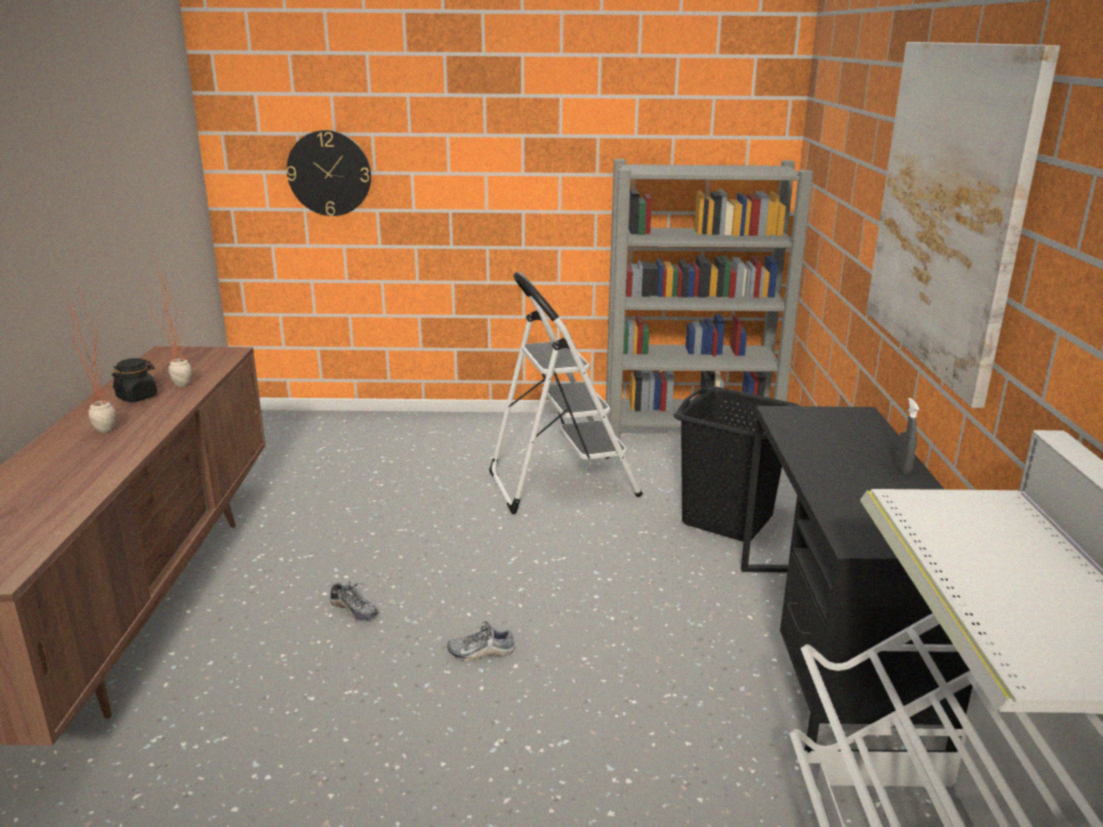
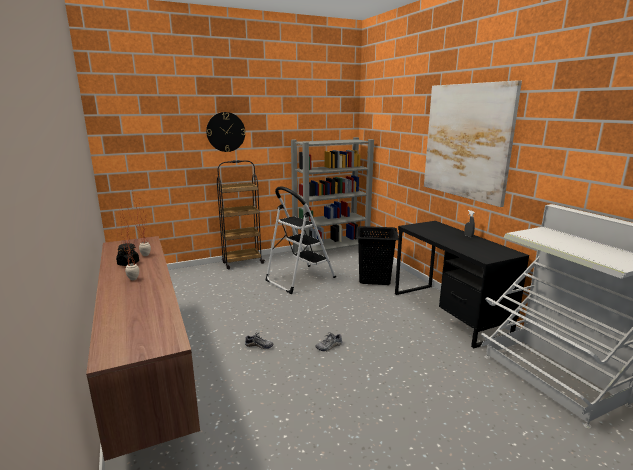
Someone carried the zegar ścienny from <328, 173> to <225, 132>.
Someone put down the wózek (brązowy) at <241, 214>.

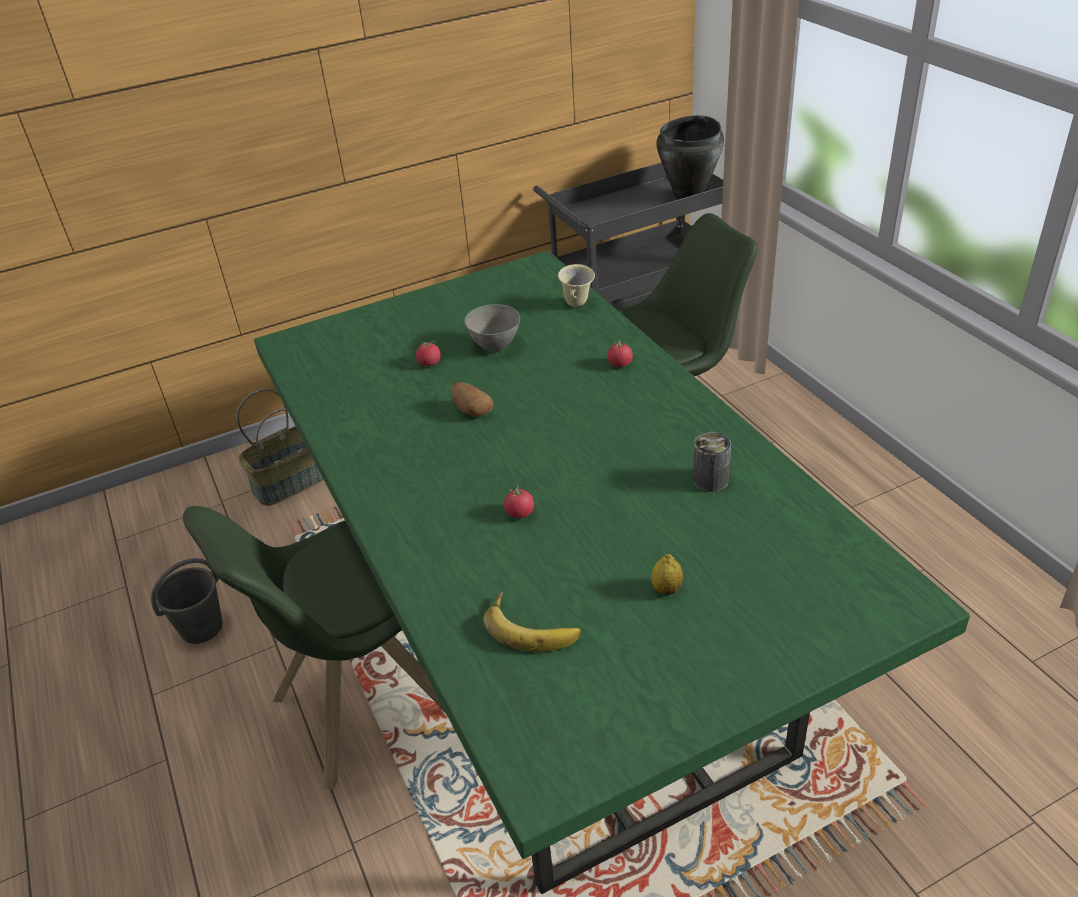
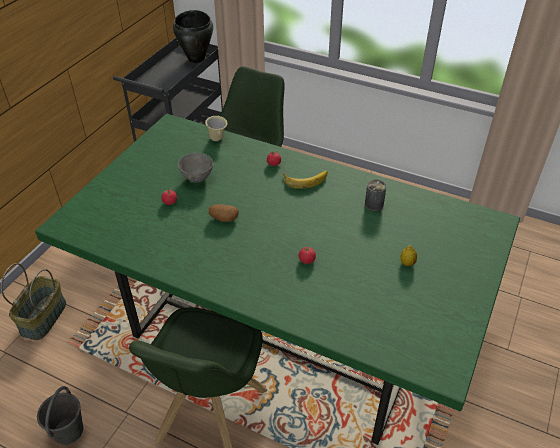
Someone carried the banan from <532, 621> to <305, 180>.

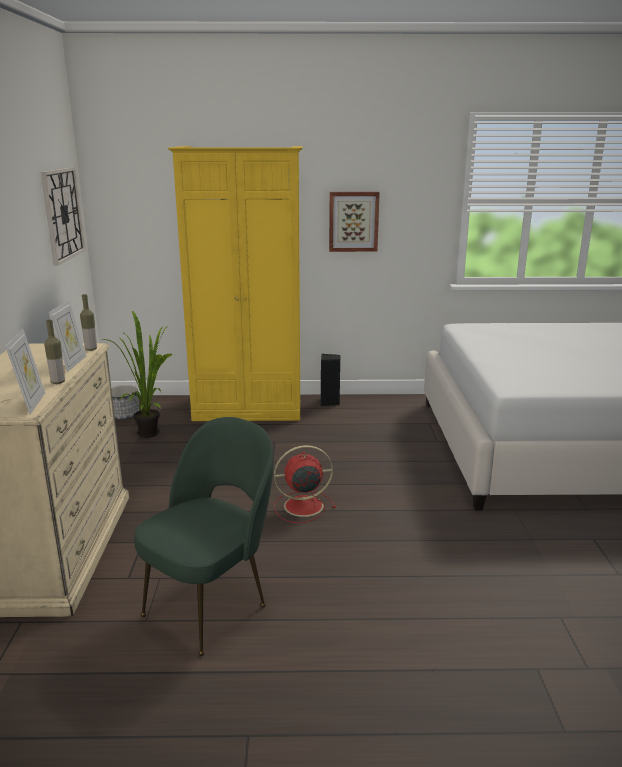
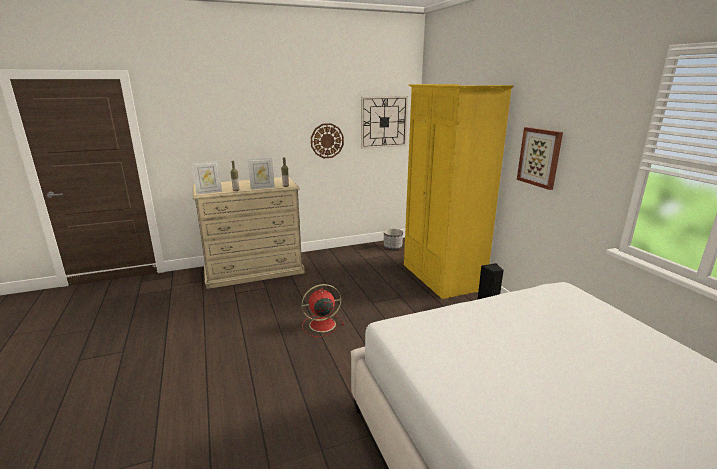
Someone took away the roślina doniczkowa at <137, 374>.
Someone took away the krzesło (zielony) at <203, 536>.
Someone rotated the wentylator (czerwony) at <305, 484> by 75 degrees counterclockwise.
Someone put up the zegar ścienny at <327, 140>.

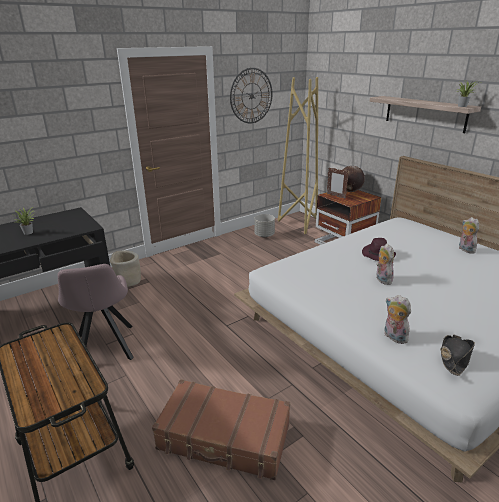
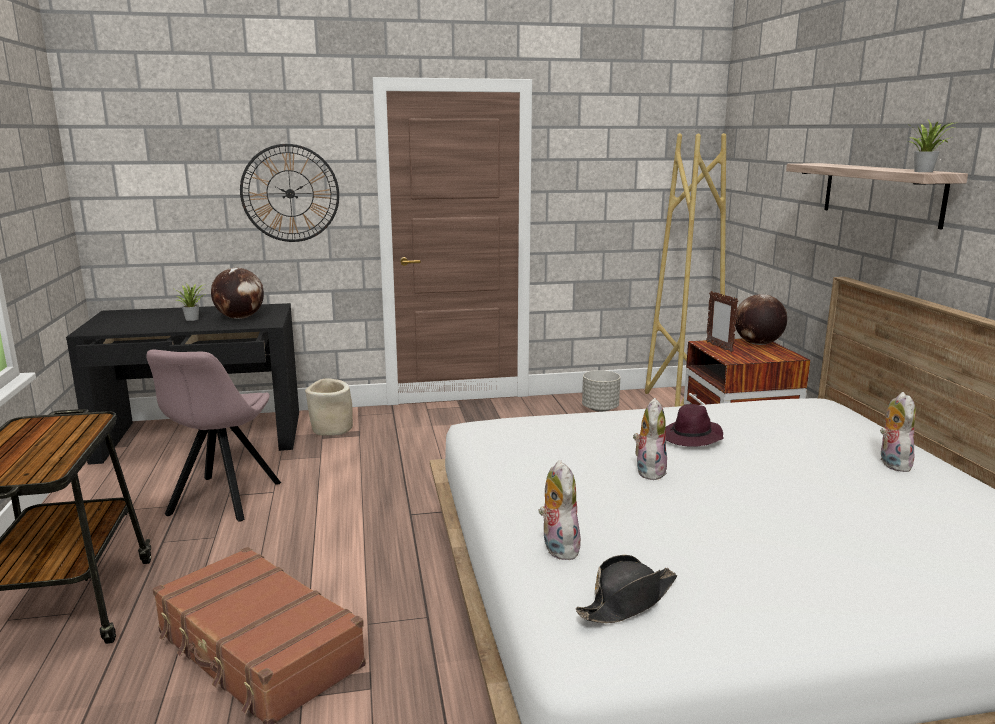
Someone carried the zegar ścienny from <251, 95> to <289, 193>.
Someone put down the globus at <237, 293>.

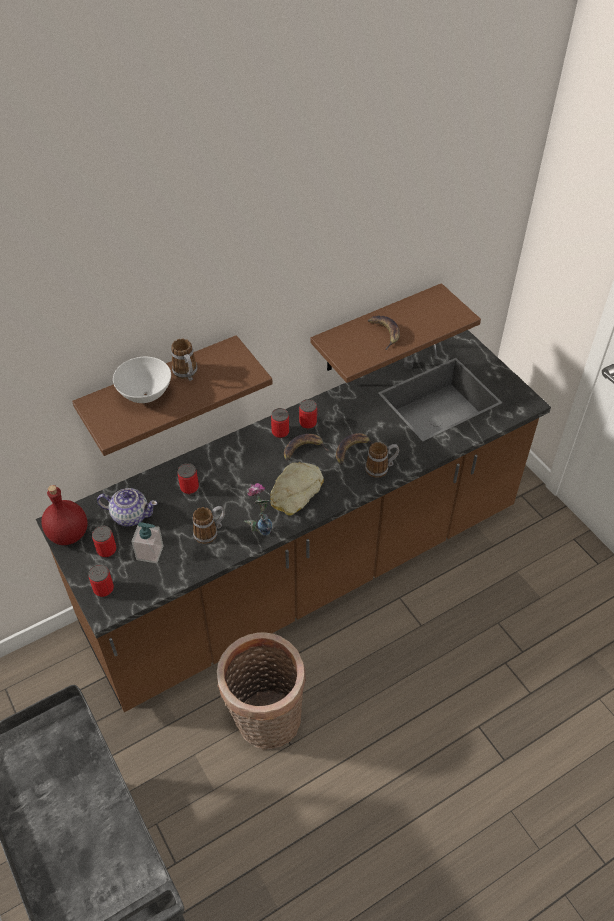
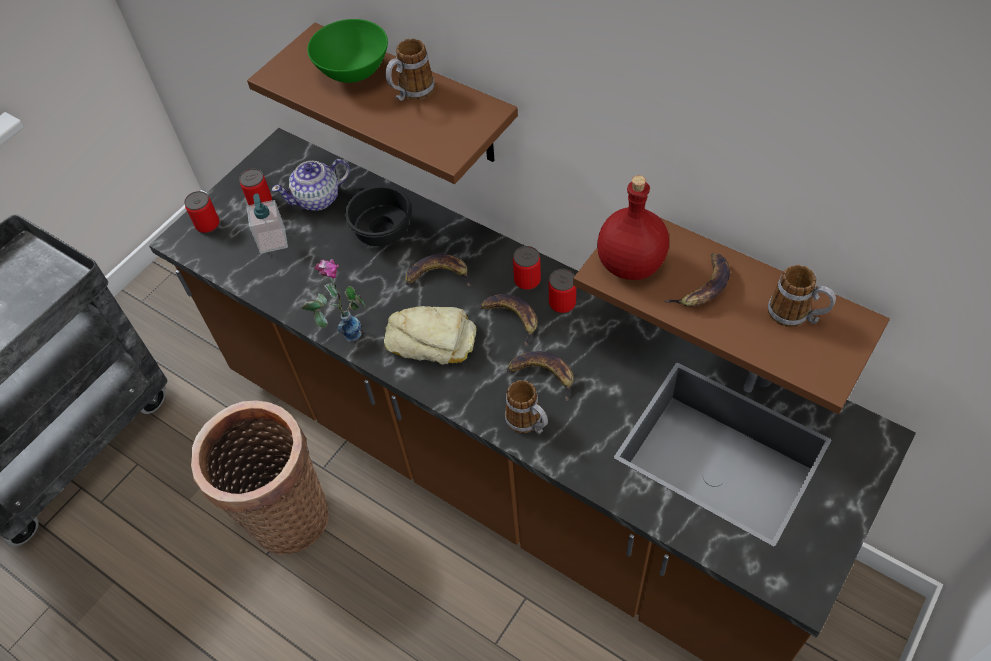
Someone repainted the miska (biały) at <142, 380>, which became the miska (zielony) at <347, 51>.
Someone swapped the puszka at <188, 478> for the miska (czarny) at <378, 216>.
Someone carried the butelka (czerwony) from <64, 515> to <633, 227>.
Someone rotated the imbryk at <127, 507> by 75 degrees clockwise.
Someone carried the kubek from <209, 525> to <802, 296>.
Someone put down the banan at <438, 270>.

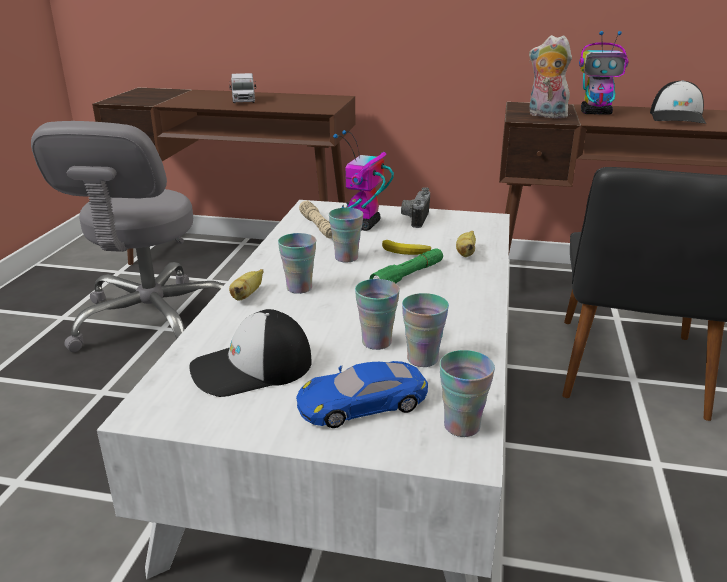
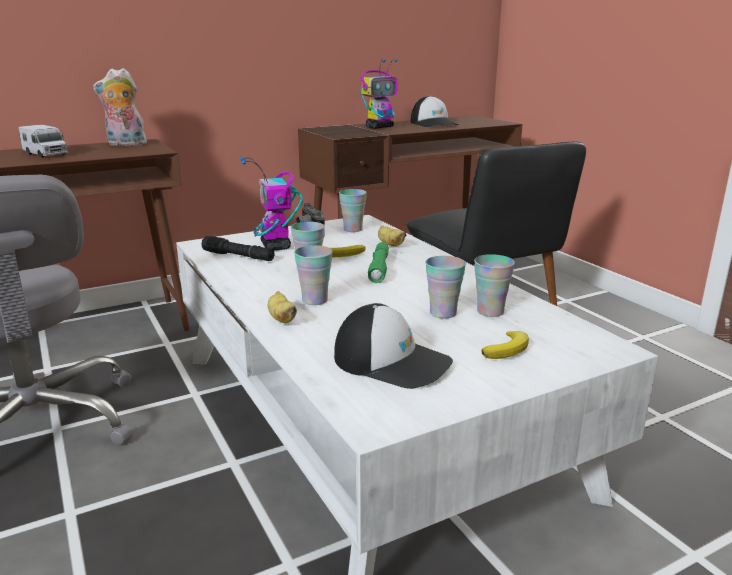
Someone carried the pluszak from <550, 76> to <120, 107>.
Someone repainted the latarka (beżowy) at <315, 219>, which became the latarka (czarny) at <238, 248>.
Someone rotated the czapka z daszkiem at <250, 353> by 90 degrees counterclockwise.
Someone carried the filiżanka from <467, 393> to <353, 210>.
Someone swapped the samochodzik (niebieski) at <362, 394> for the banan at <505, 345>.

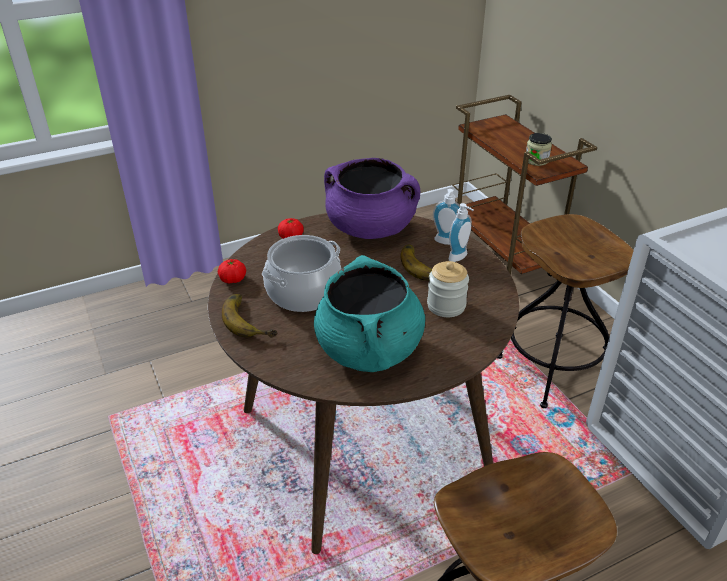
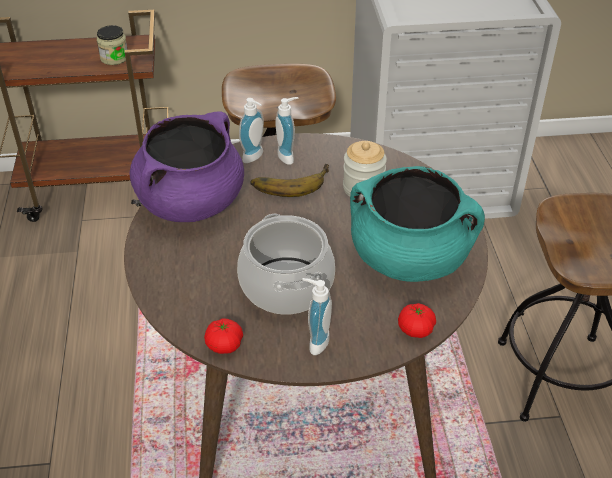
Someone carried the pomidor from <291, 228> to <417, 320>.
Someone swapped the banan at <249, 316> for the dozownik mydła at <317, 316>.

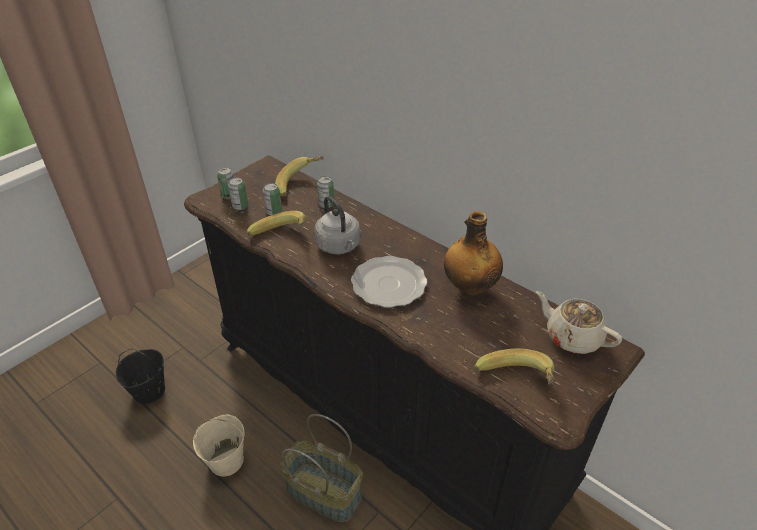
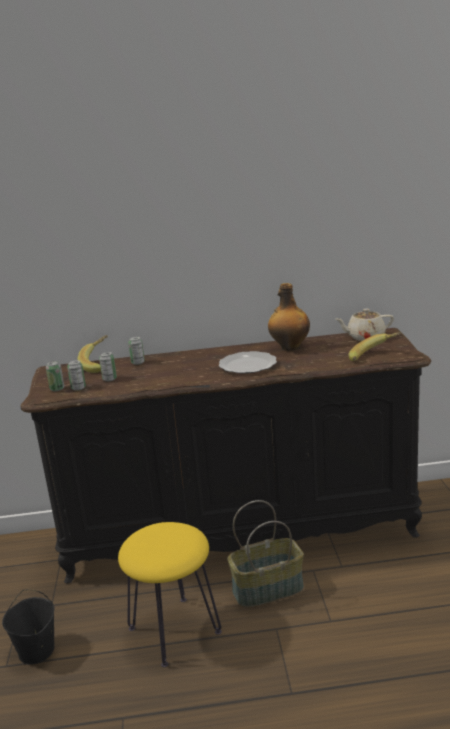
Someone took away the czajnik (szary) at <337, 225>.
Someone took away the banan at <276, 223>.
Someone swapped the wiadro (beżowy) at <218, 445> for the stołek (żółty) at <170, 594>.

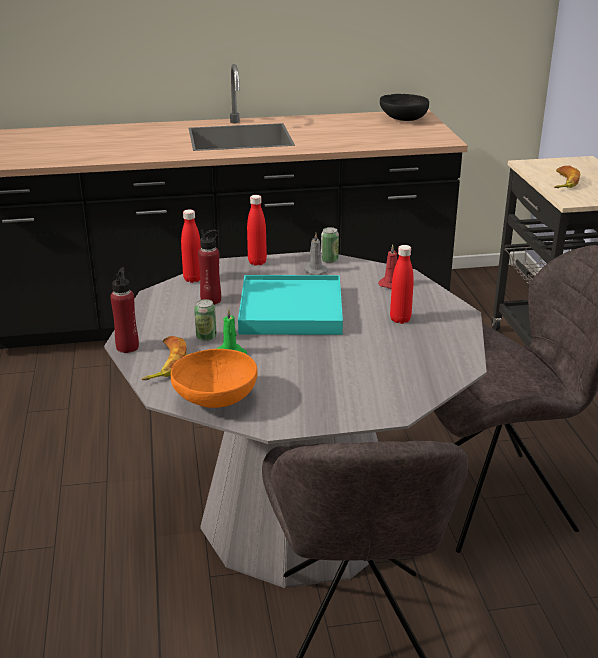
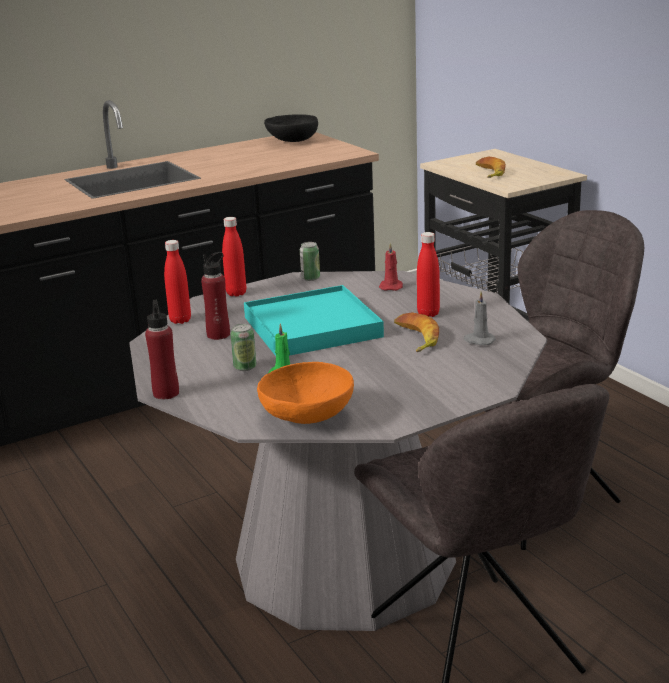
Someone carried the świeca (szary) from <316, 254> to <480, 318>.
Someone carried the banan from <164, 358> to <416, 332>.

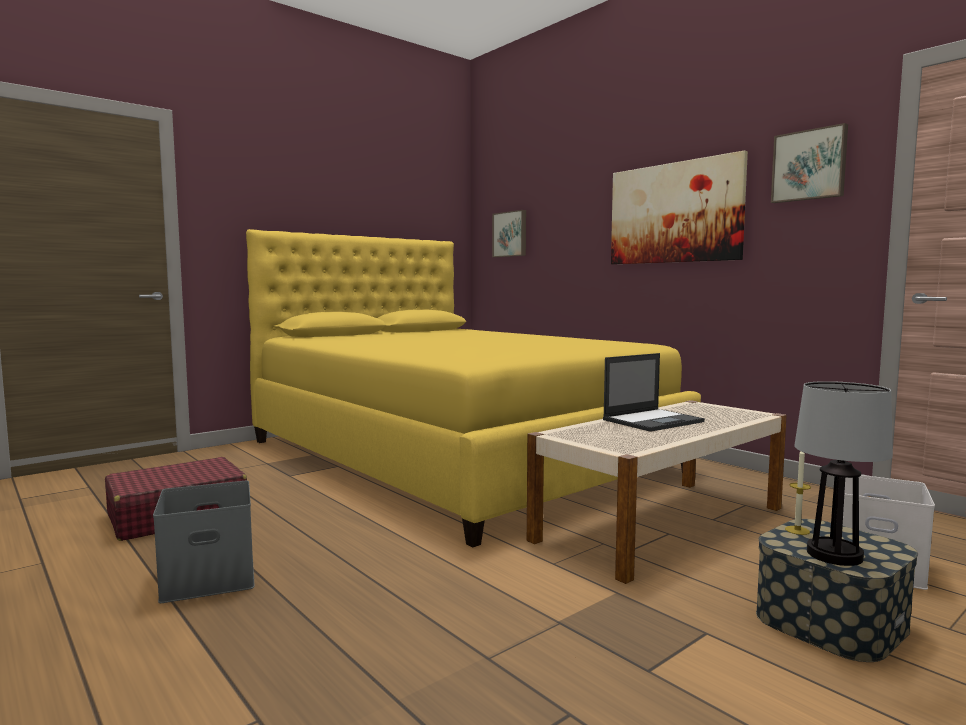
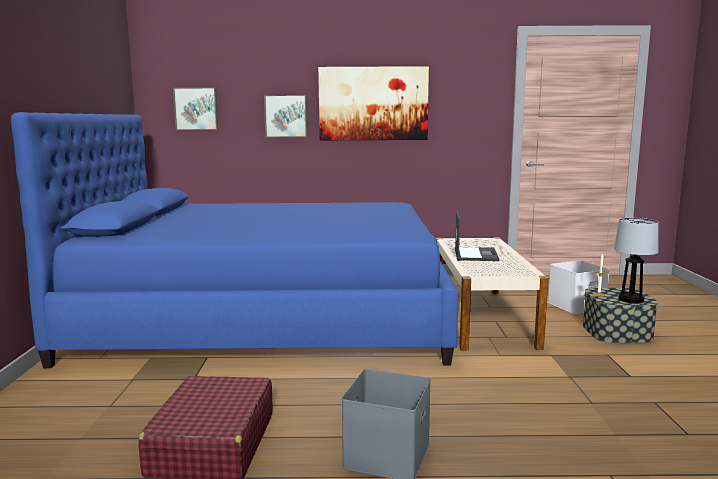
Someone carried the obraz from <809, 163> to <285, 116>.
Someone repainted the łóżko (żółty) at <473, 388>, which became the łóżko (niebieski) at <234, 240>.

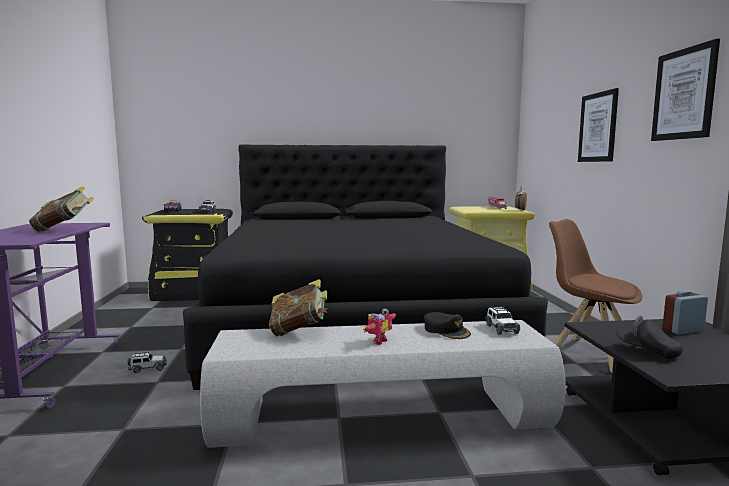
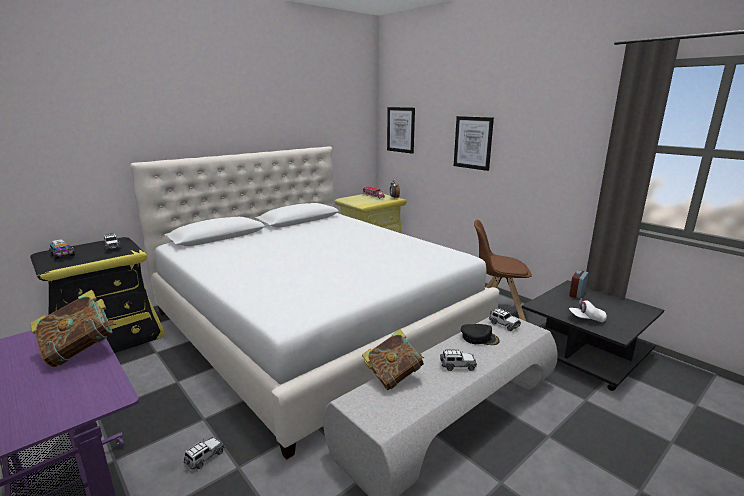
Someone carried the obraz from <685, 90> to <401, 130>.
Someone repainted the łóżko (czarny) at <365, 267>, which became the łóżko (biały) at <314, 303>.
Someone swapped the robot zabawkowy at <379, 327> for the samochodzik at <458, 360>.
Someone repainted the czapka z daszkiem (czarny) at <649, 337>, which became the czapka z daszkiem (biały) at <588, 310>.

